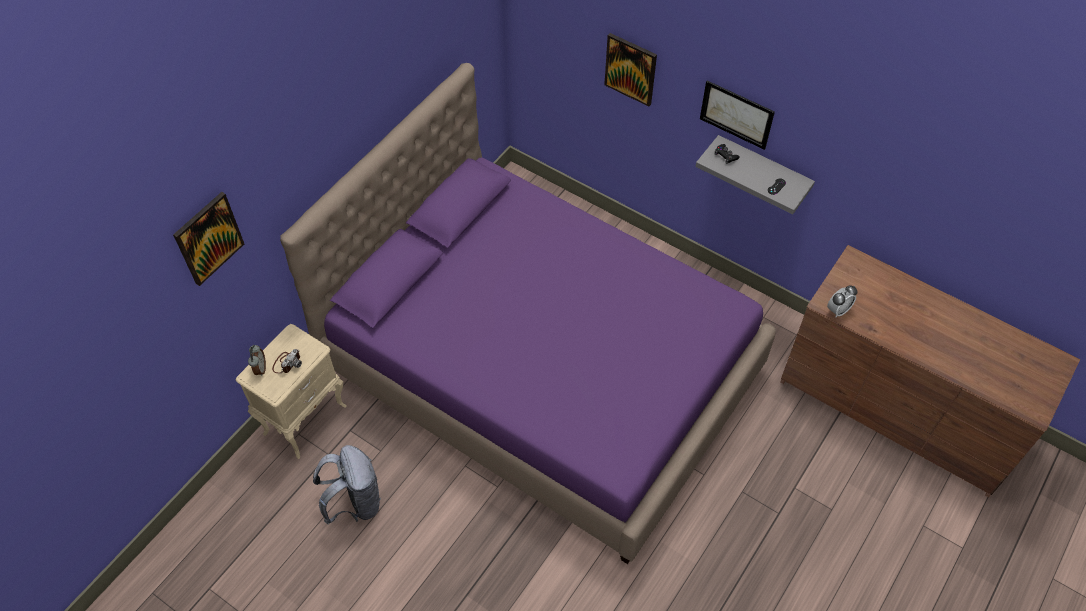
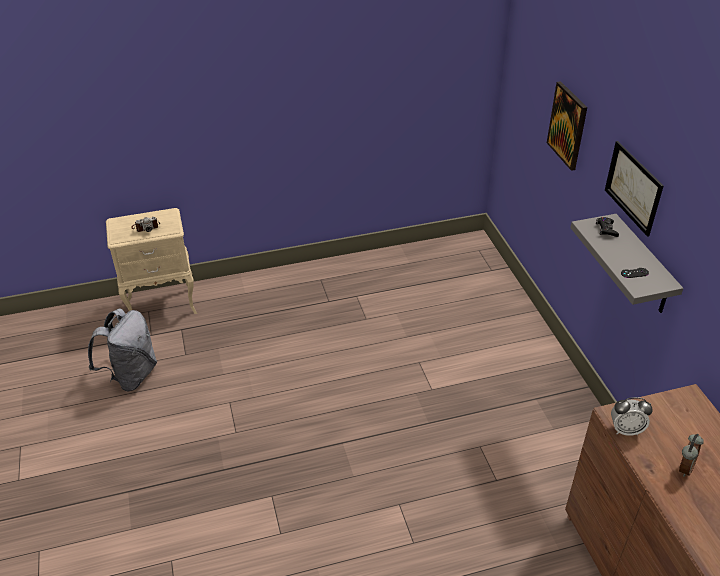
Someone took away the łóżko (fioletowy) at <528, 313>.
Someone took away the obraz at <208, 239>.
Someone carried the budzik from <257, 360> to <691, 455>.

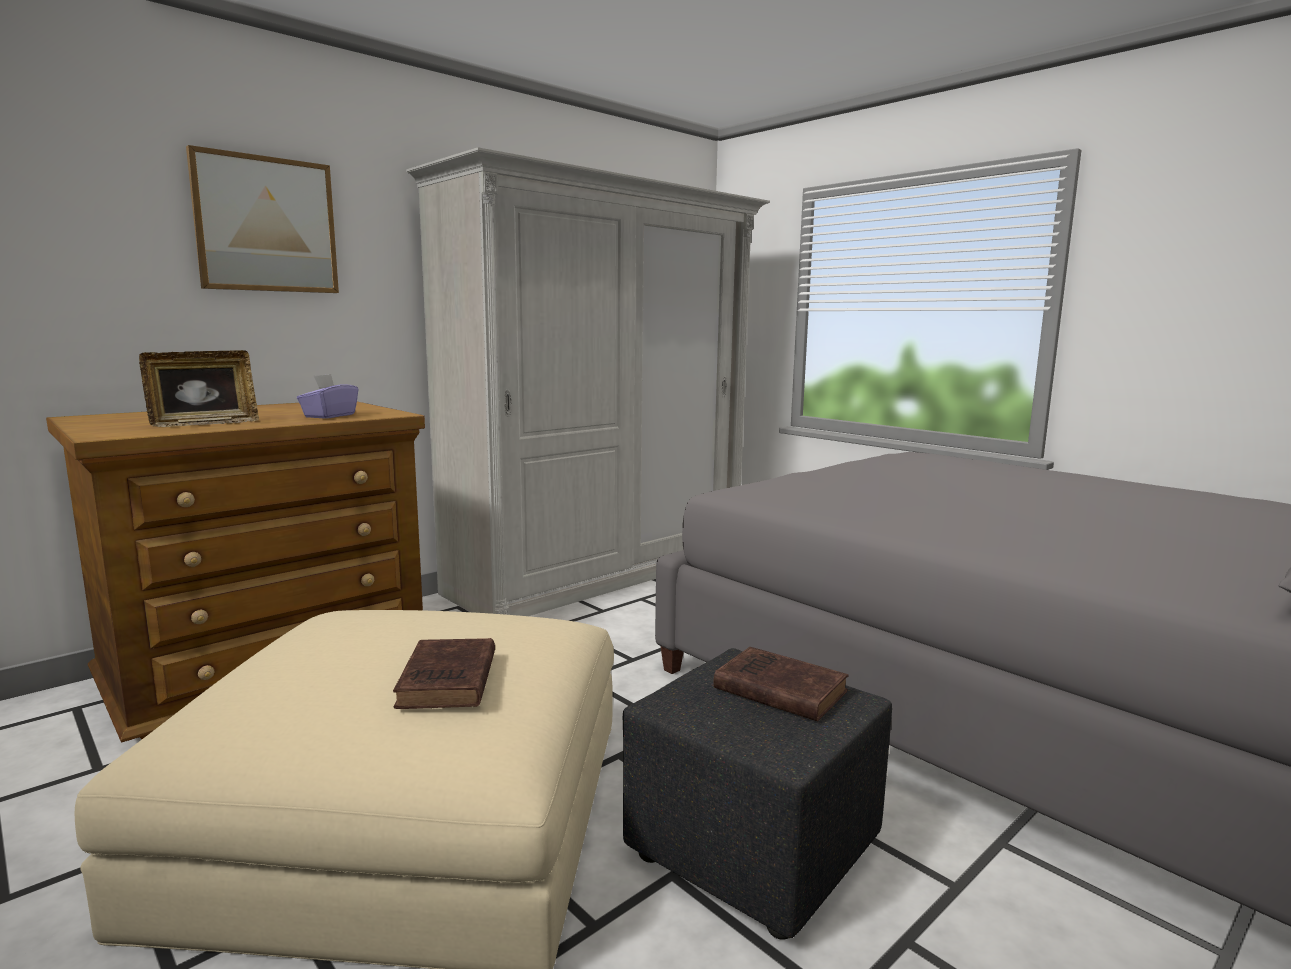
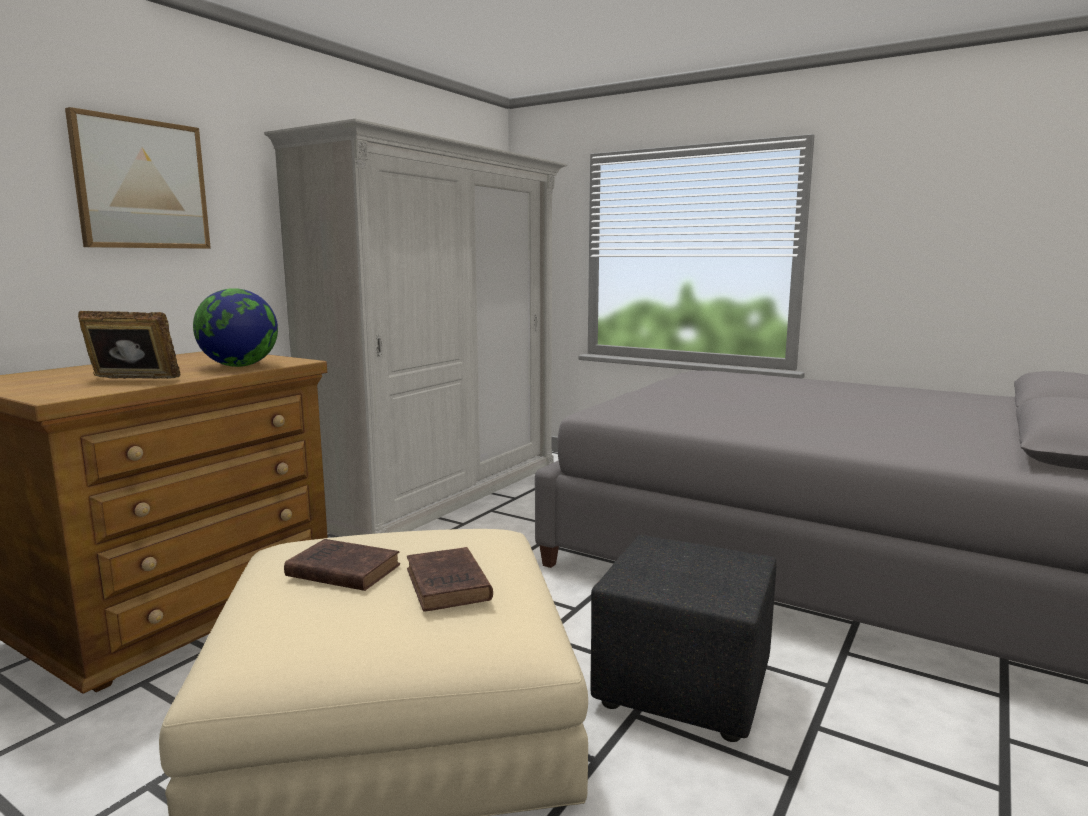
Someone rotated the ramka na zdjęcie at <199, 388> by 120 degrees counterclockwise.
Someone swapped the pudełko chusteczek (fioletowy) at <327, 396> for the globus at <235, 327>.
Someone carried the książka (brązowy) from <781, 684> to <342, 565>.

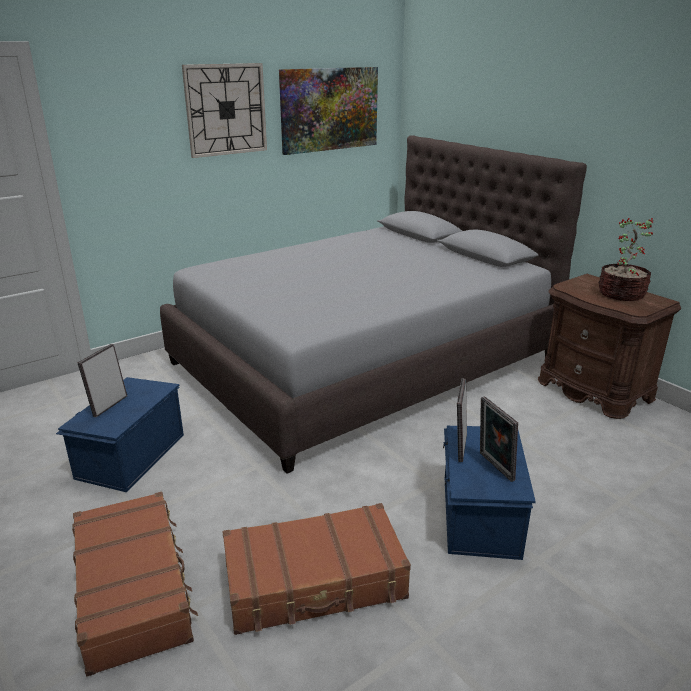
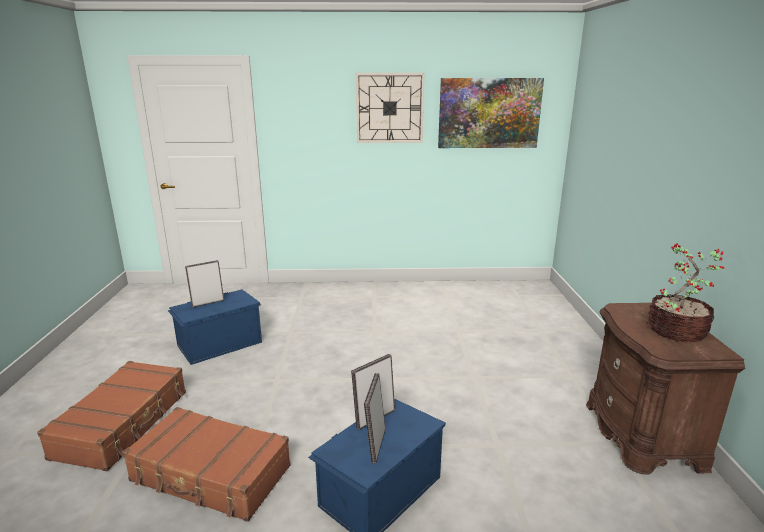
Someone took away the łóżko (szary) at <373, 304>.

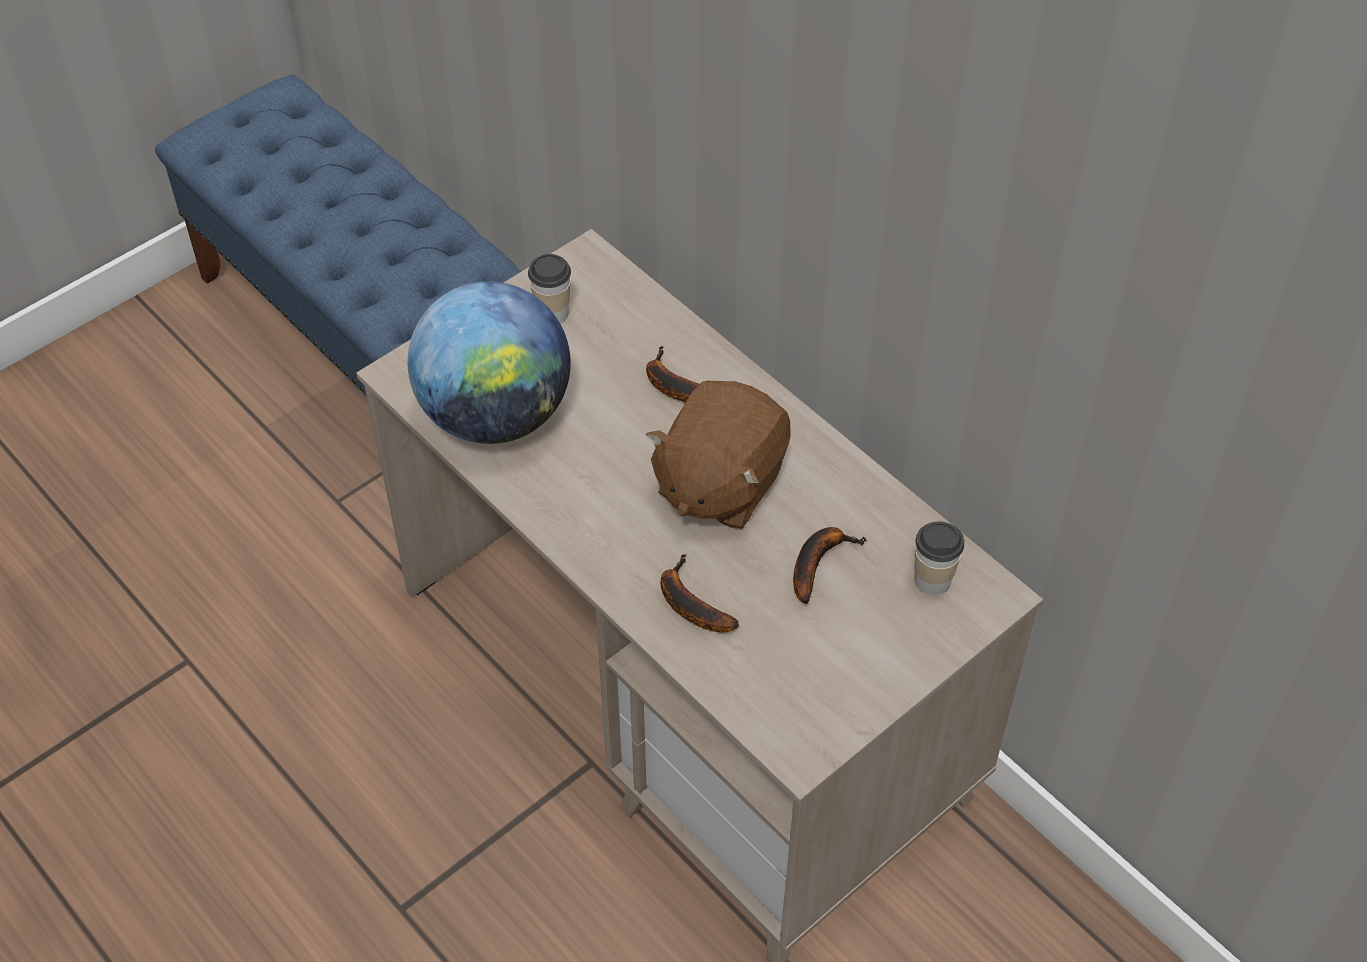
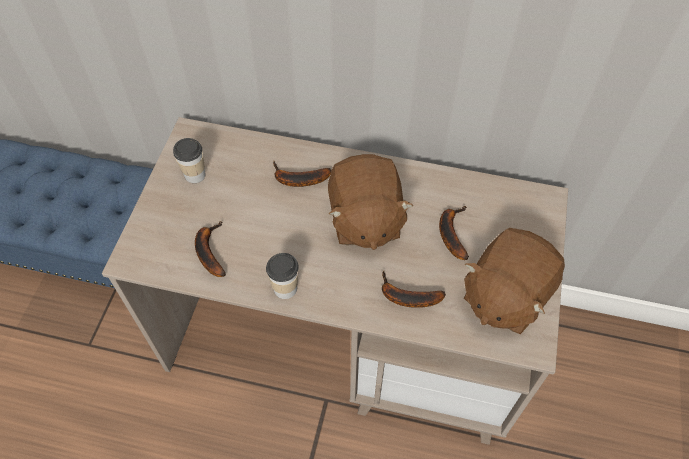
Someone swapped the globus at <489, 362> for the banan at <210, 249>.
Someone carried the filiżanka from <939, 558> to <282, 276>.
Someone put down the pluszak (brązowy) at <514, 281>.

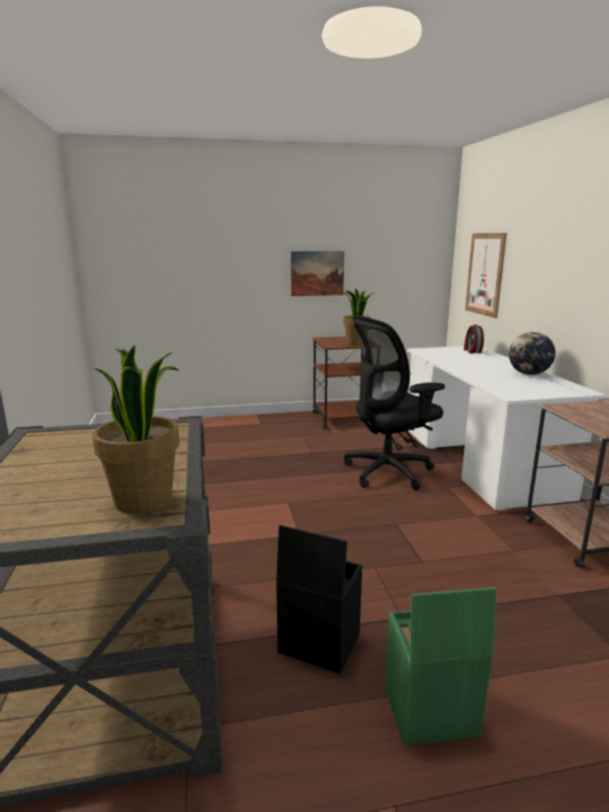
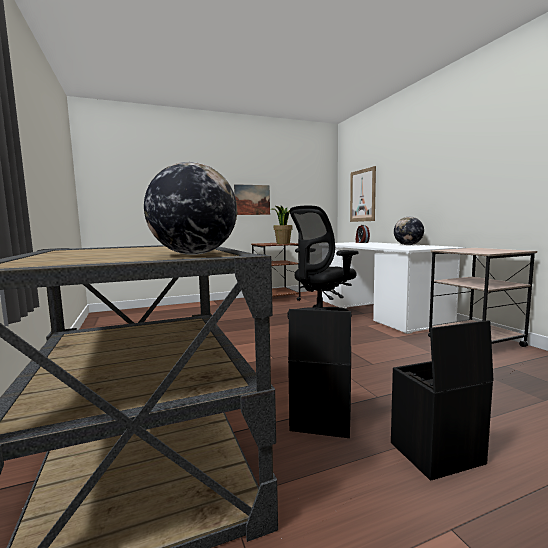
Someone swapped the roślina doniczkowa at <136, 429> for the globus at <190, 208>.
Someone repainted the pojemnik do przechowywania (zielony) at <441, 666>, which became the pojemnik do przechowywania (czarny) at <442, 400>.

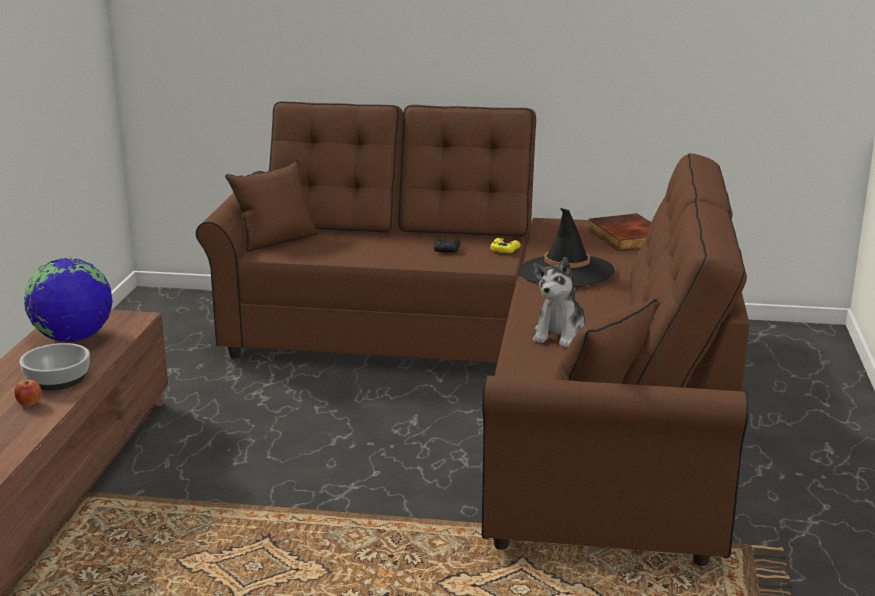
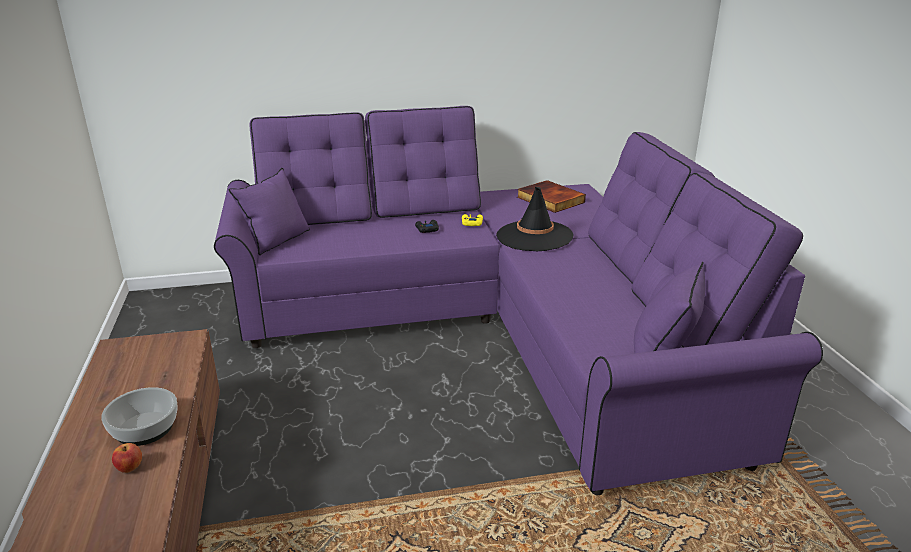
Someone repainted the kanapa (brązowy) at <473, 333>, which became the kanapa (fioletowy) at <518, 300>.
Someone took away the pluszak at <559, 302>.
Someone took away the globus at <68, 300>.

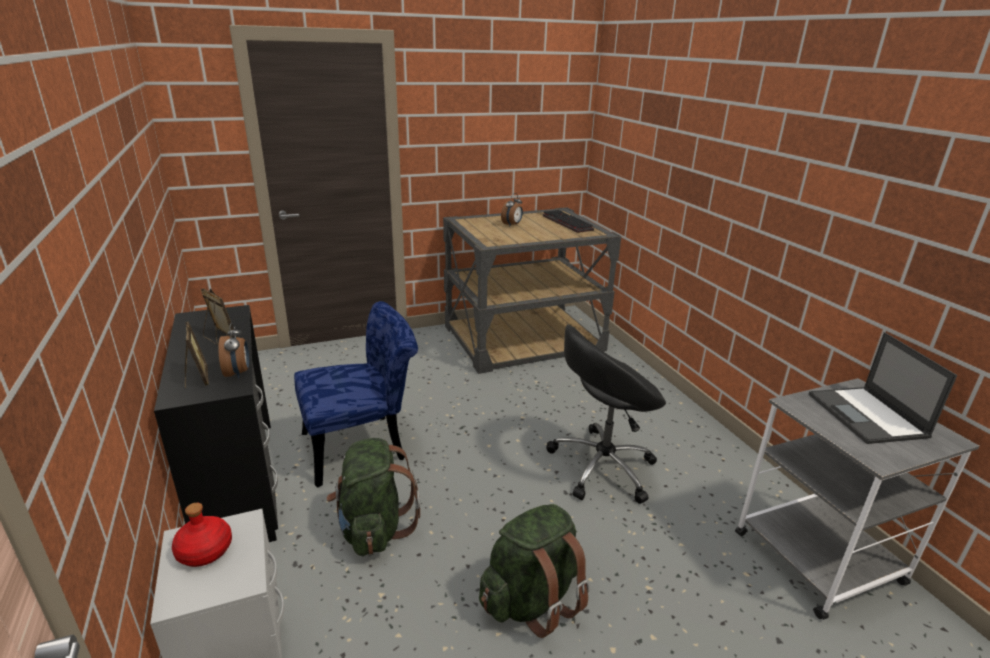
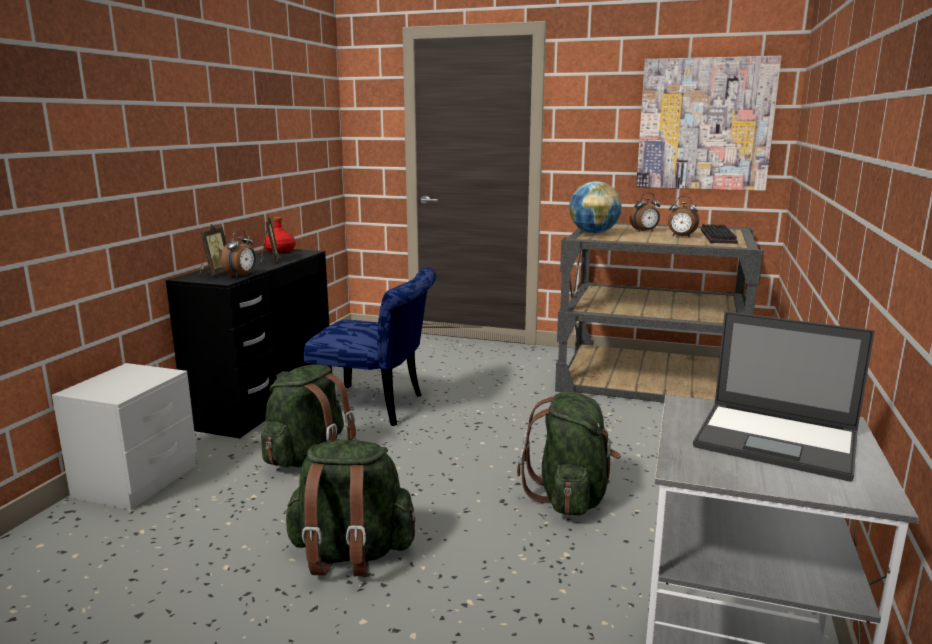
Someone swapped the krzesło biurowe (czarny) at <606, 414> for the plecak (zielony) at <569, 454>.
Someone rotated the laptop at <883, 388> by 90 degrees counterclockwise.
Someone carried the butelka (czerwony) from <202, 535> to <279, 235>.
Someone put up the obraz at <709, 123>.
Someone put down the globus at <595, 207>.
Someone put down the budzik at <683, 216>.

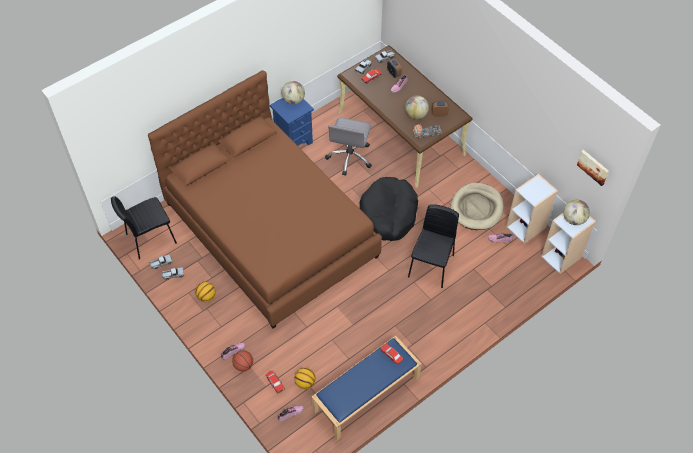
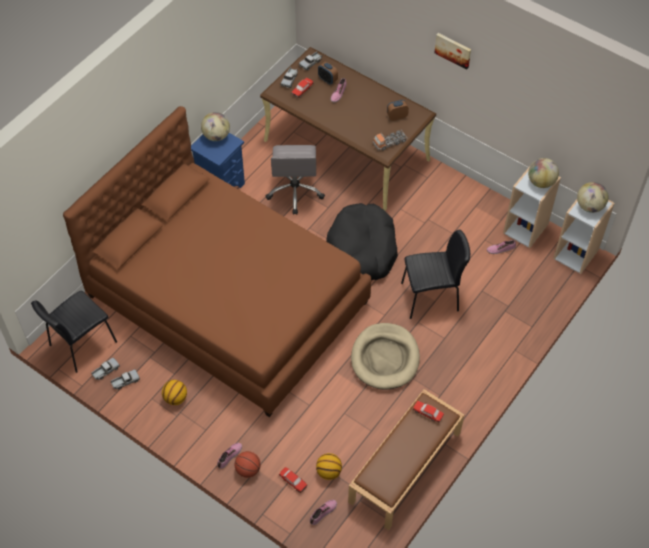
Someone carried the globus from <417, 108> to <543, 173>.
Someone carried the obraz from <593, 168> to <453, 51>.
Someone carried the legowisko (beżowy) from <477, 206> to <385, 356>.
Someone rotated the krzesło (czarny) at <433, 246> by 75 degrees clockwise.
Someone repainted the ławka (niebieski) at <367, 388>, which became the ławka (brązowy) at <406, 459>.

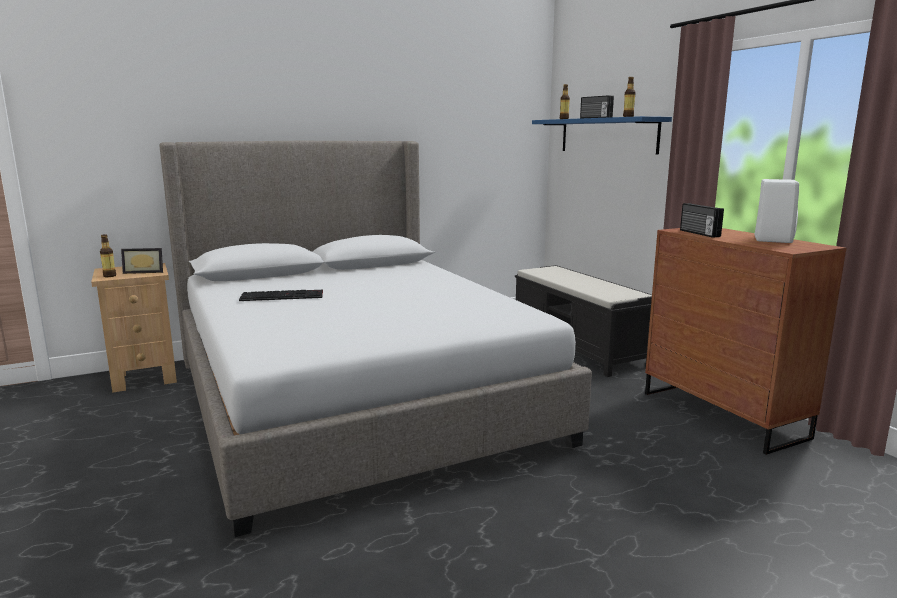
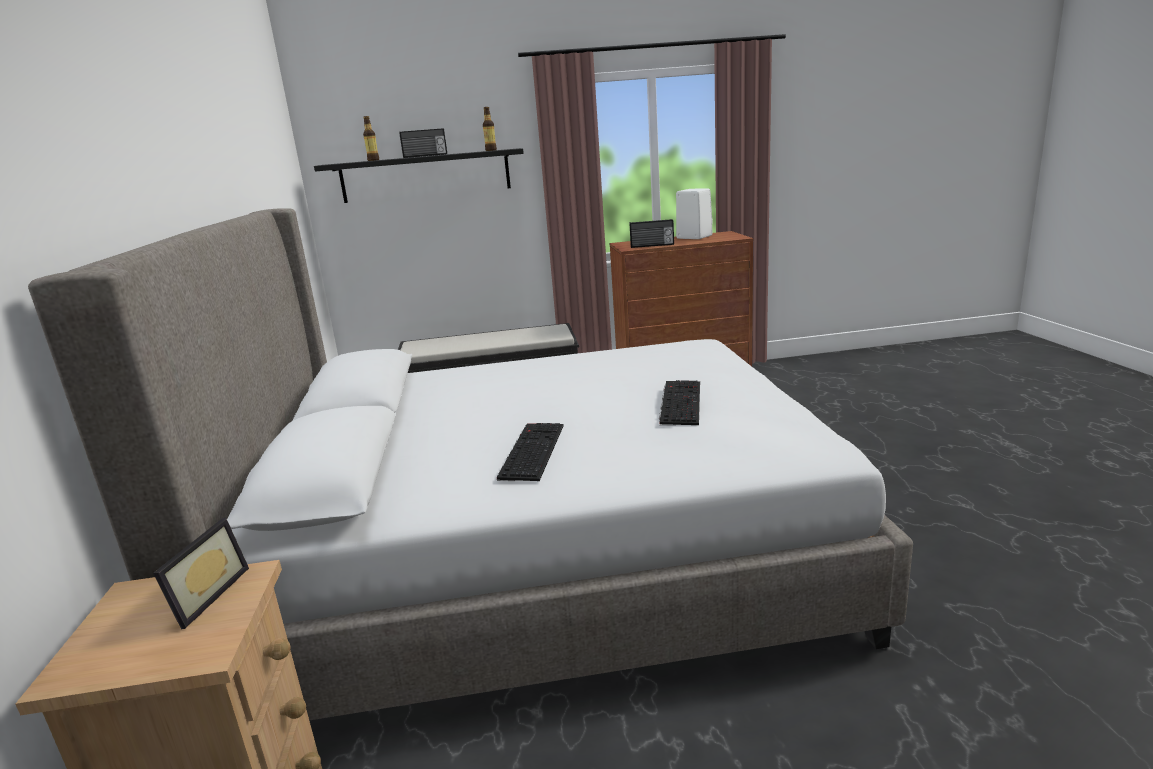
Someone repainted the półka (niebieski) at <602, 135>, which became the półka (czarny) at <419, 175>.
Someone took away the butelka at <108, 255>.
Someone put down the klawiatura at <679, 402>.

